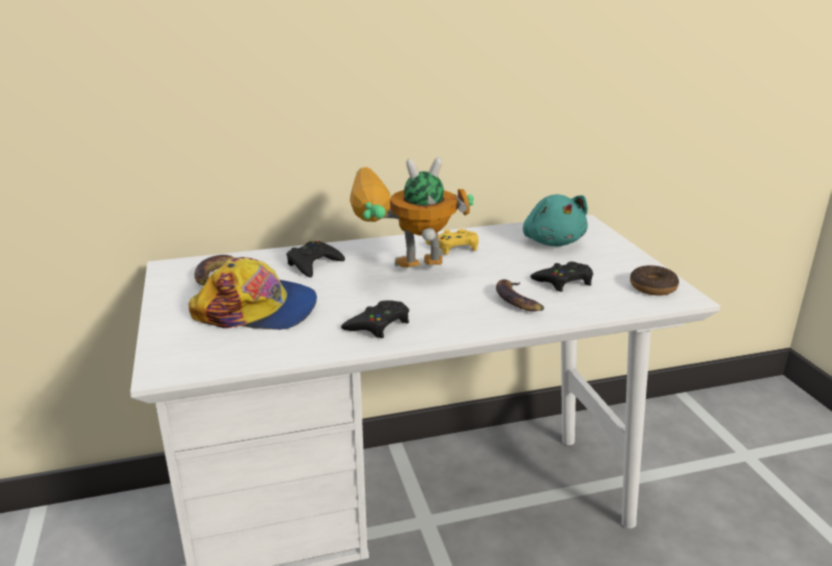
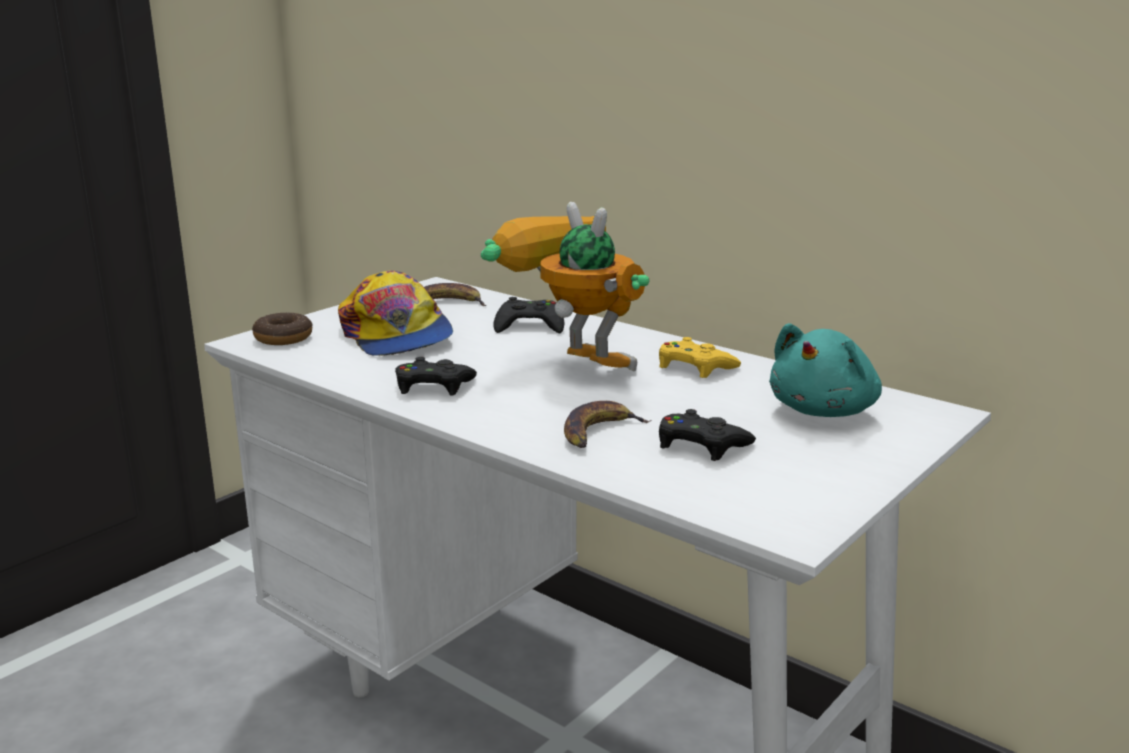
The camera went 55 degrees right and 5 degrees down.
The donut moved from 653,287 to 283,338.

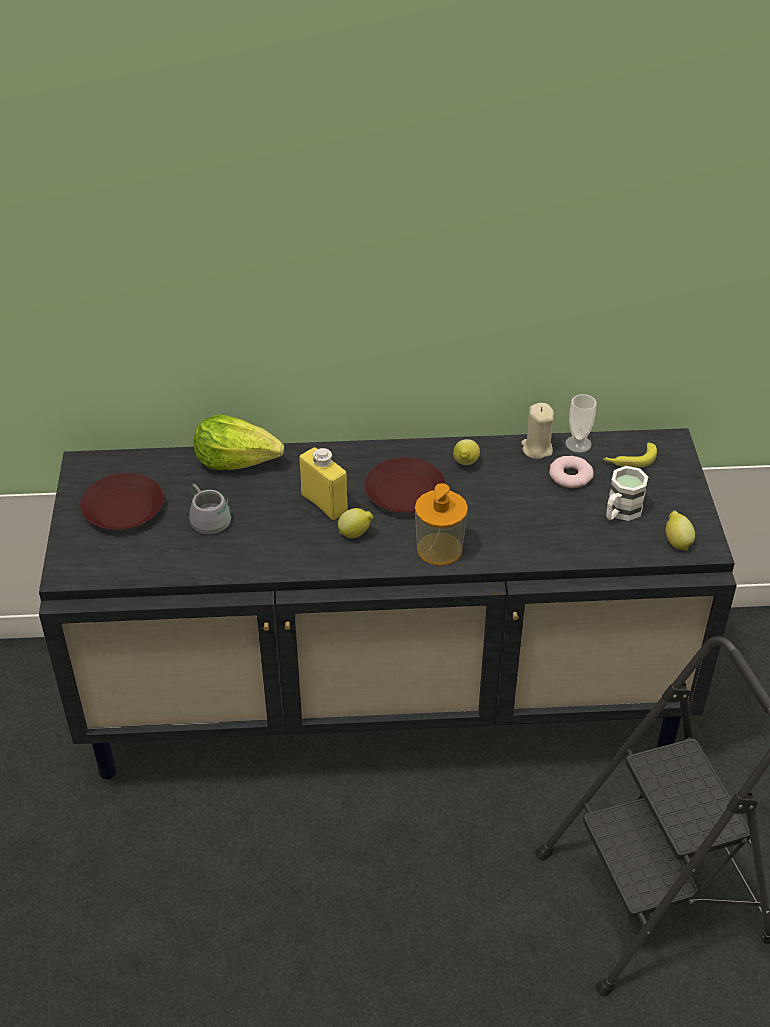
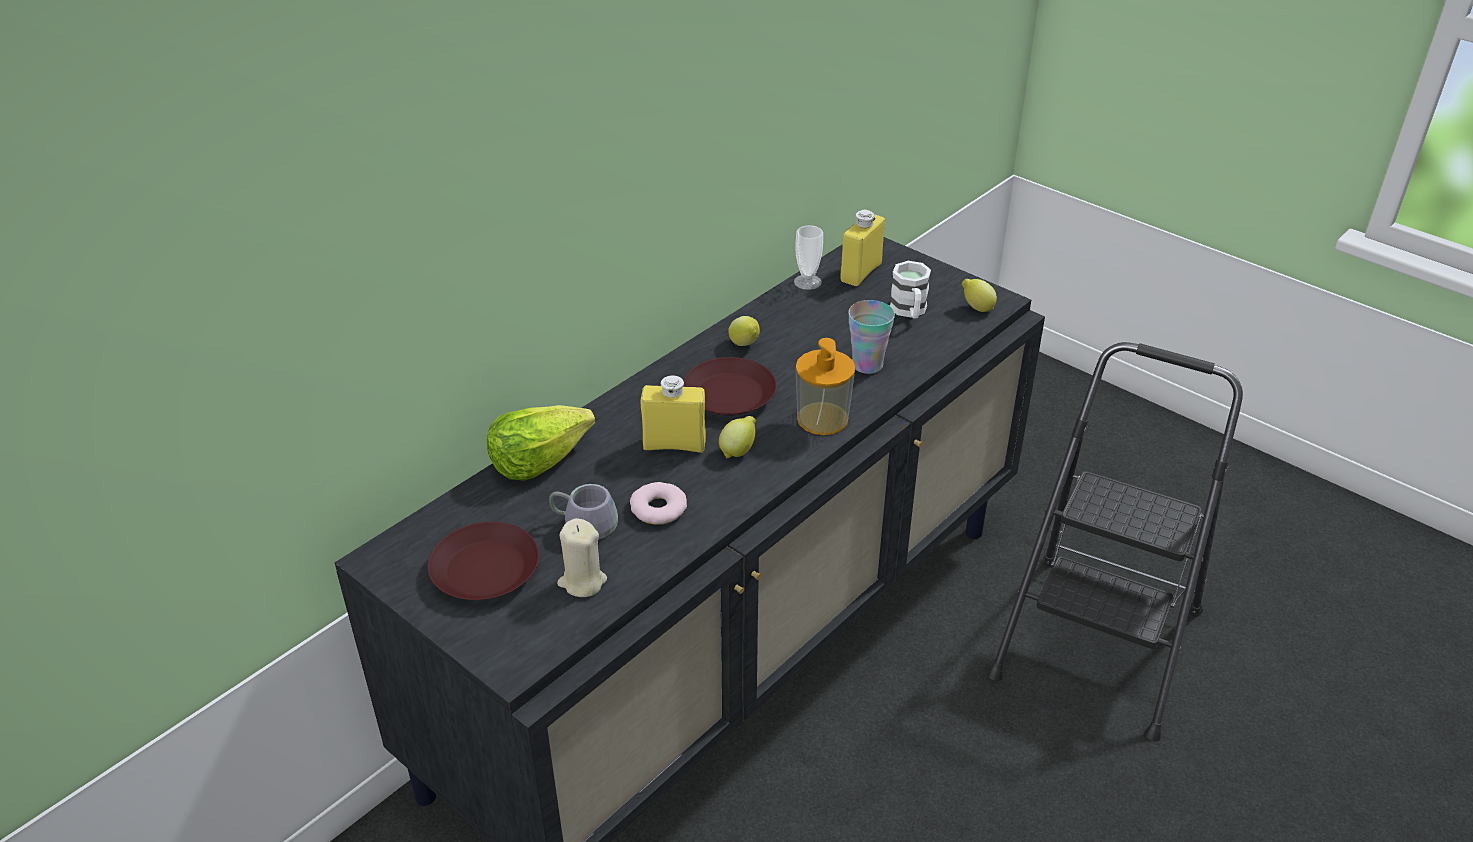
The camera went 45 degrees left and 5 degrees down.
The świeca [beżowy] moved from 536,449 to 582,581.
The donut moved from 570,476 to 658,508.
The banan at 629,460 was replaced by the butelka [żółty] at 861,272.
The filiżanka at 867,365 appeared.

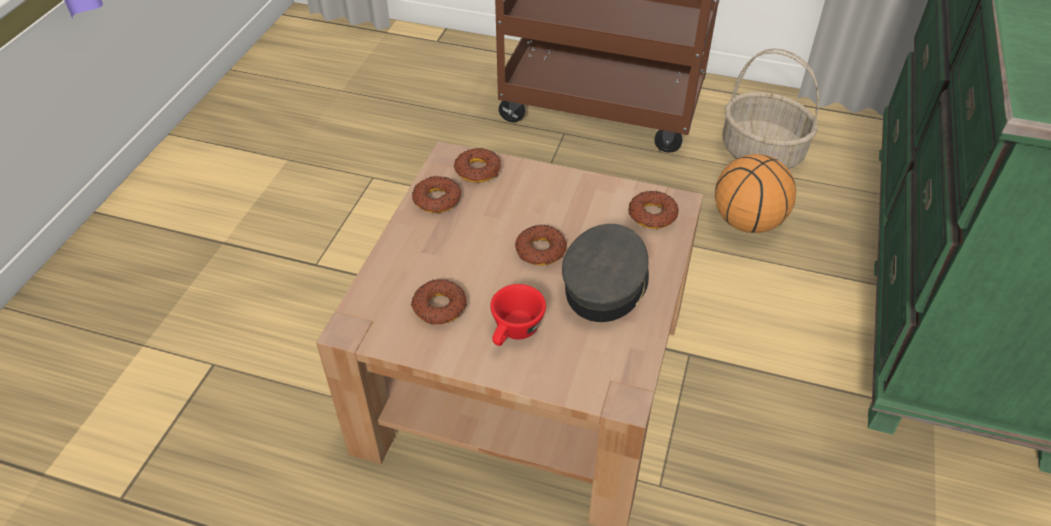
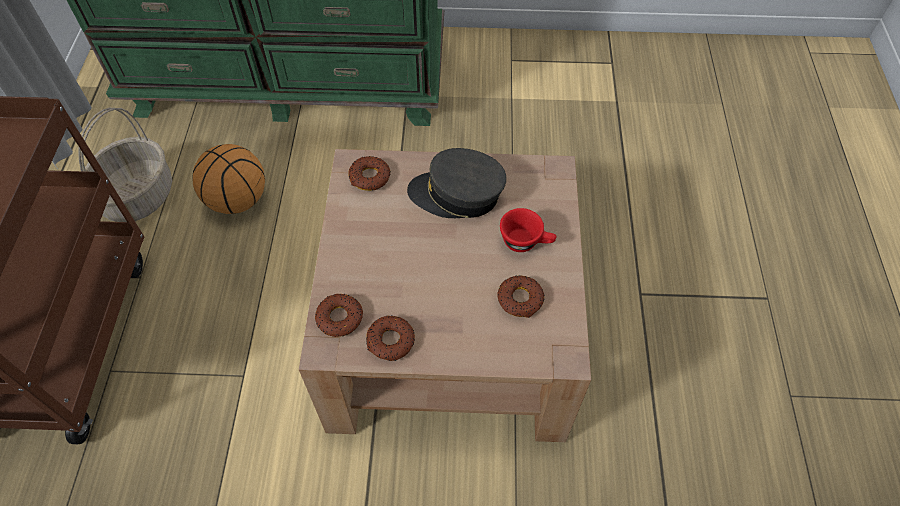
The camera went 105 degrees left and 10 degrees up.
The donut at 540,250 disappeared.

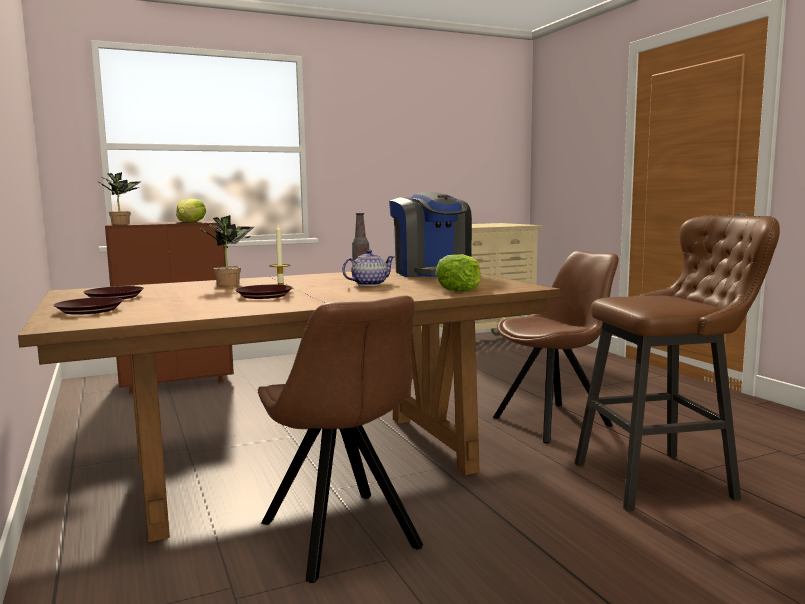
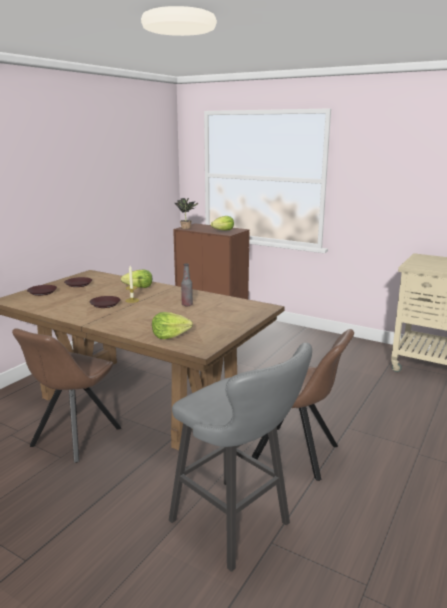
The camera went 55 degrees right and 10 degrees up.
The roślina doniczkowa at 229,283 was replaced by the sałata at 139,287.
The imbryk at 369,284 disappeared.
The ekspres do kawy at 432,273 disappeared.
The stołek [brązowy] at 669,479 became the stołek [szary] at 239,529.

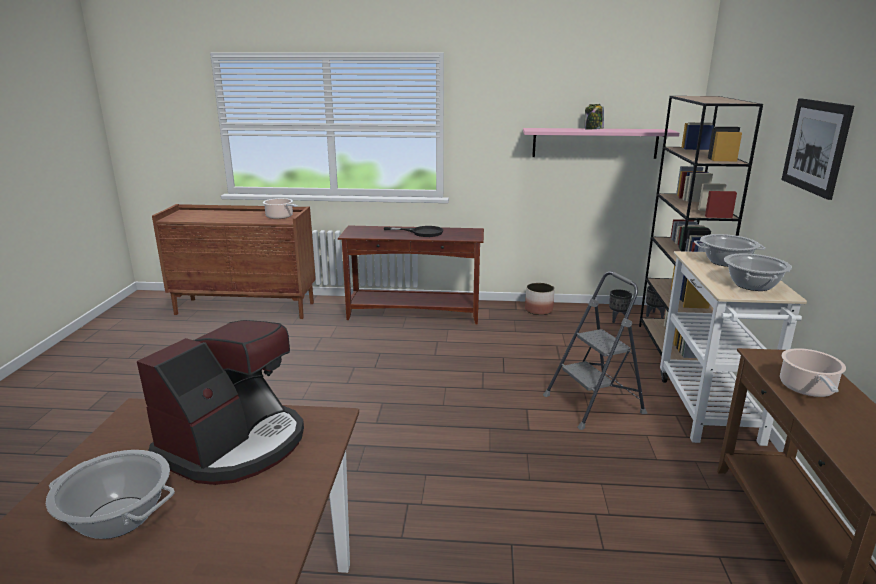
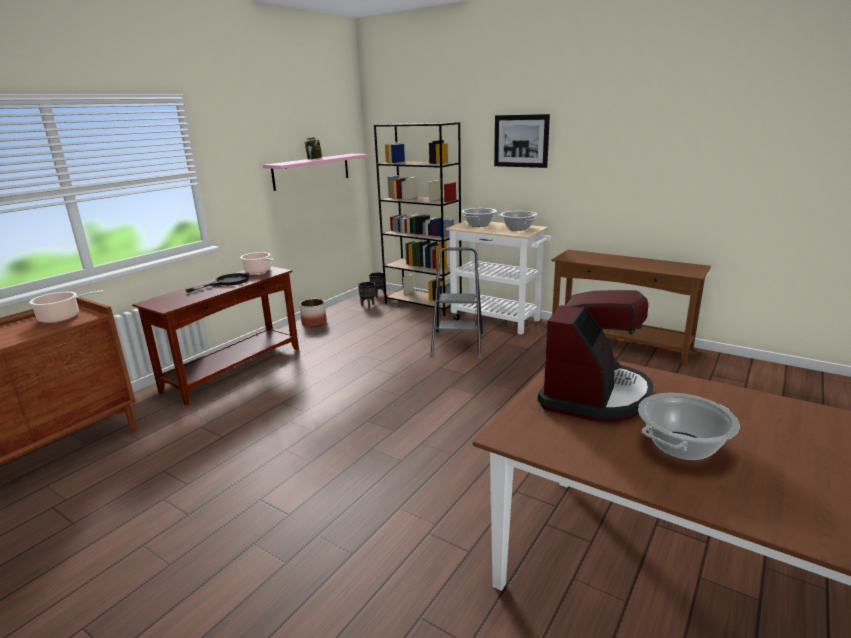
The camera went 60 degrees left and 0 degrees up.
The ekspres do kawy at 235,445 turned 60 degrees clockwise.
The garnek moved from 807,389 to 258,271.

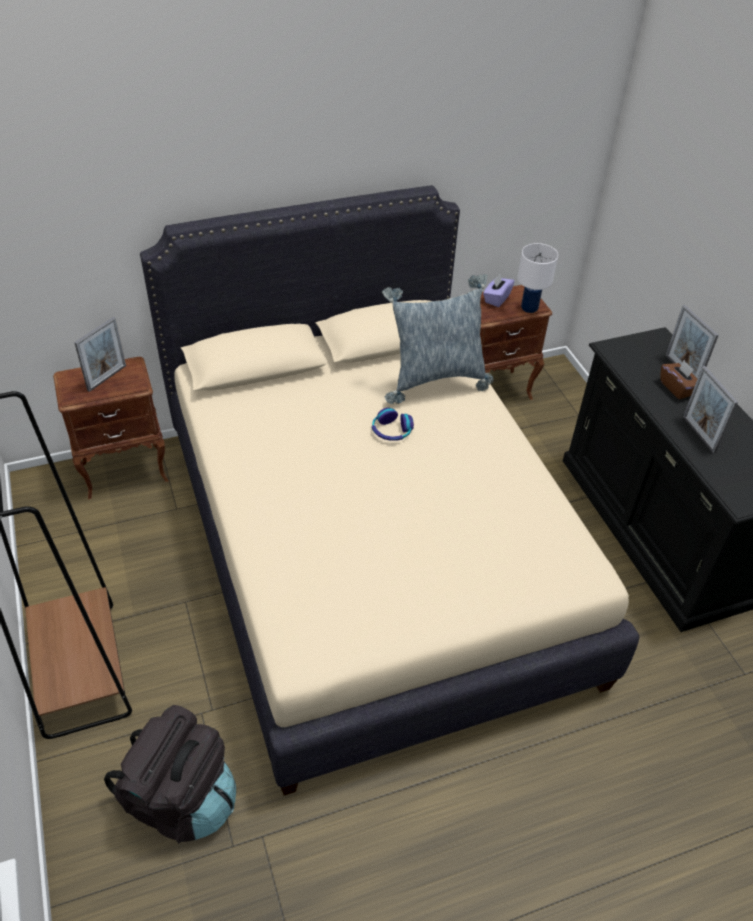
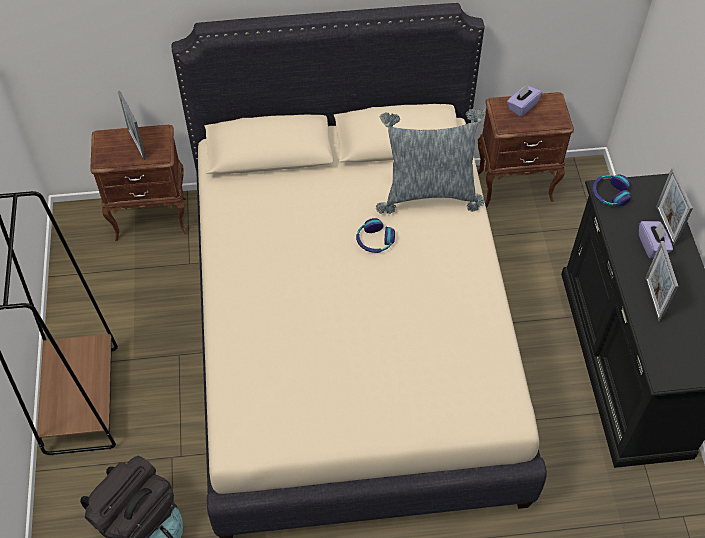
The camera went 15 degrees right and 10 degrees up.
The ramka na zdjęcie at 107,378 turned 105 degrees clockwise.
The lampa stołowa [biały] at 528,308 disappeared.
The pudełko chusteczek [brązowy] at 677,388 became the pudełko chusteczek [fioletowy] at 652,245.
The słuchawki at 610,194 appeared.

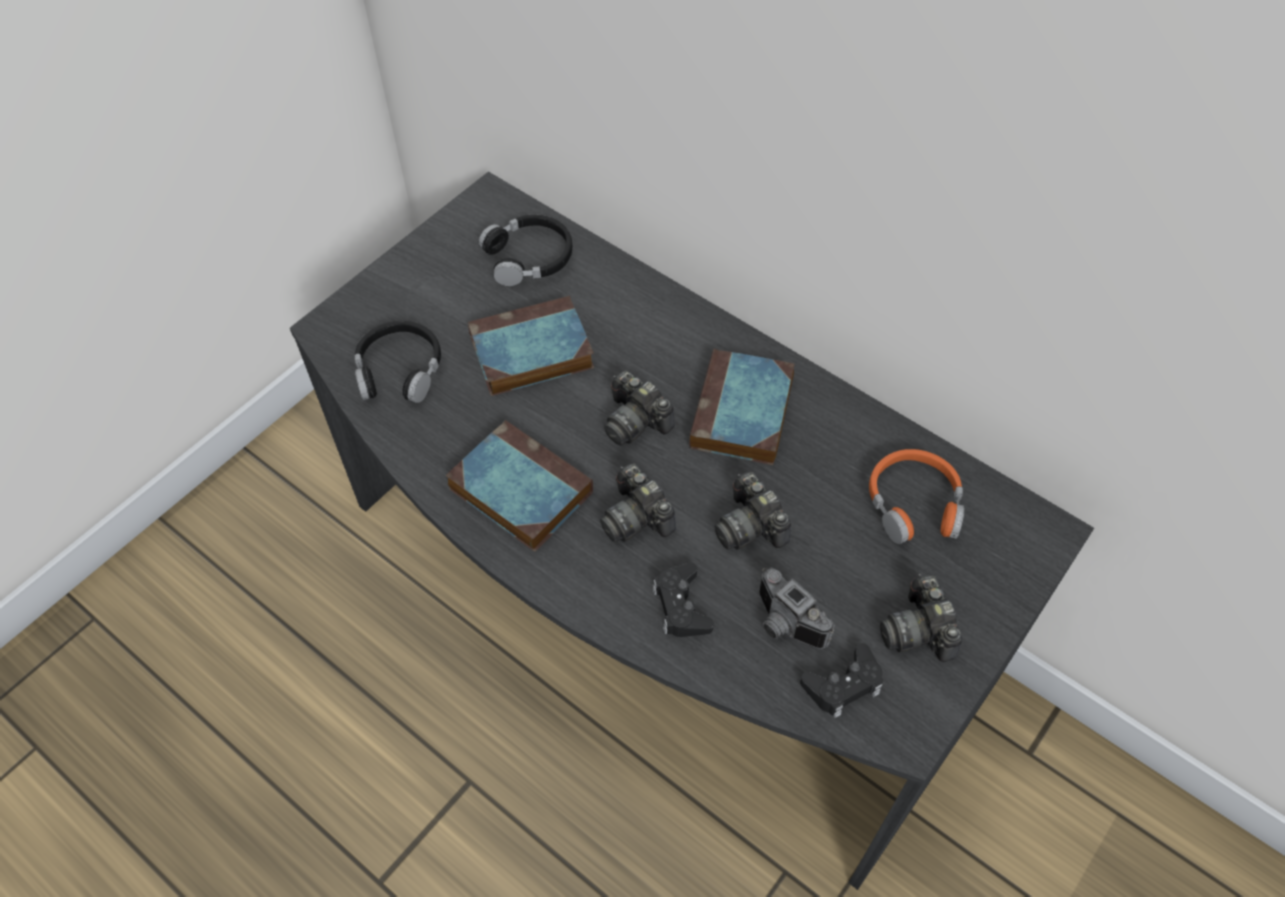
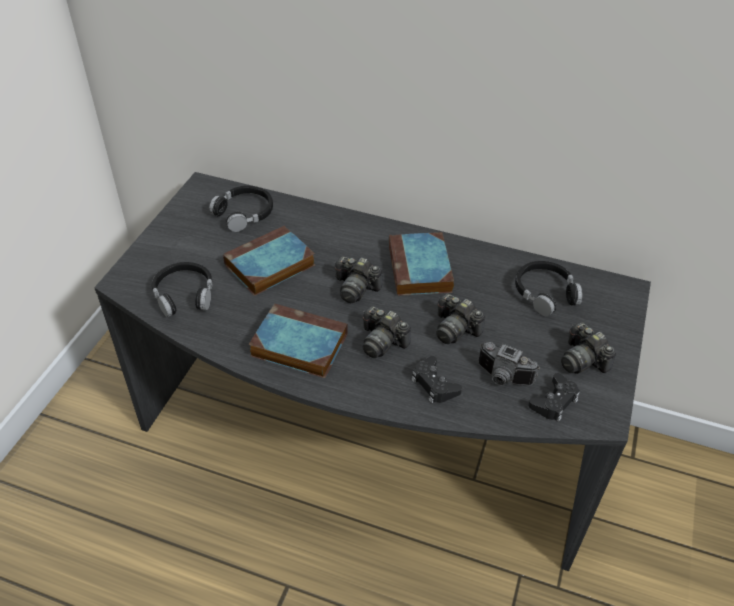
The camera went 20 degrees left and 10 degrees down.
The słuchawki [pomarańczowy] at 913,503 became the słuchawki [czarny] at 545,293.

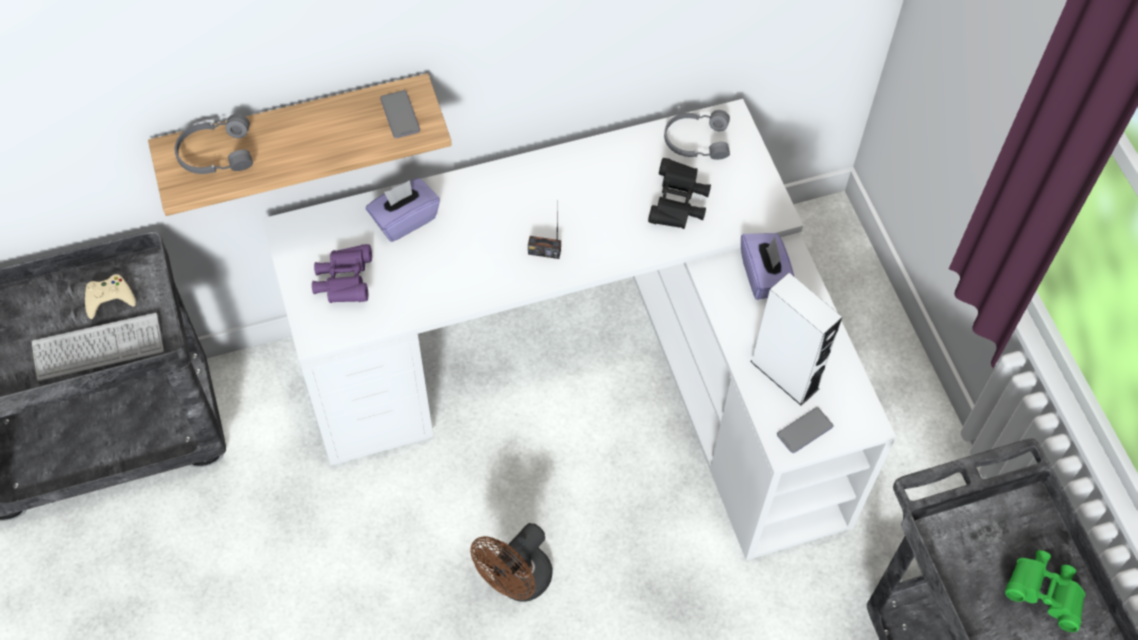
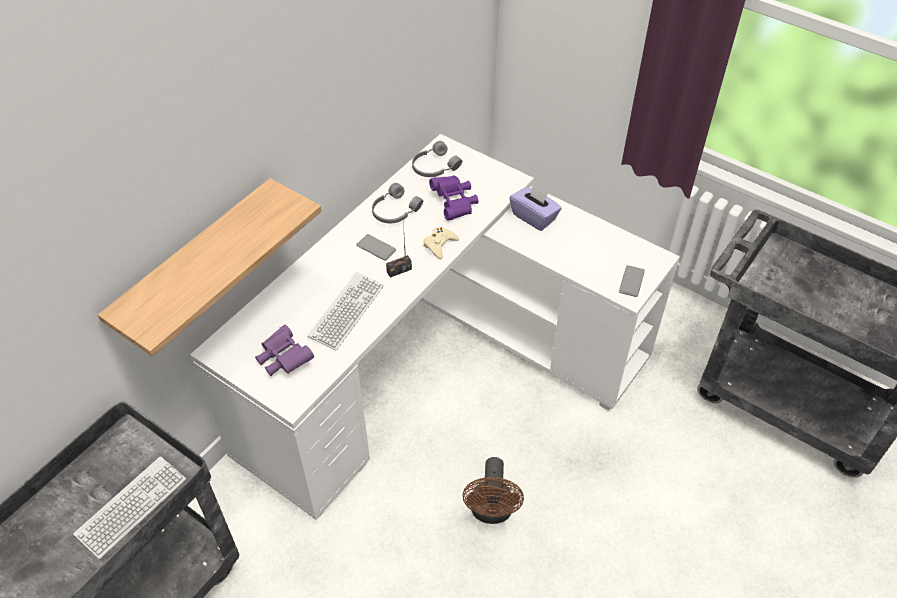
The camera went 35 degrees left and 10 degrees down.
The pad do gier [beżowy] moved from 109,298 to 439,245.
The słuchawki [szary] moved from 215,153 to 394,211.
The pudełko chusteczek [fioletowy] at 404,219 disappeared.
The telefon moved from 400,115 to 376,248.
The lornetka [czarny] at 678,204 became the lornetka [fioletowy] at 454,203.
The głośnik [biały] at 784,375 disappeared.
The lornetka [zielony] at 1044,594 disappeared.
The klawiatura at 346,311 appeared.

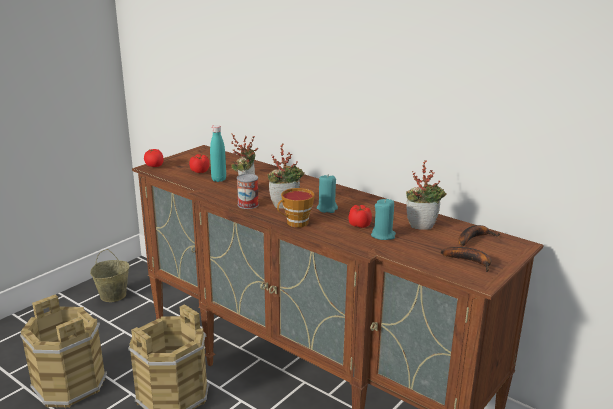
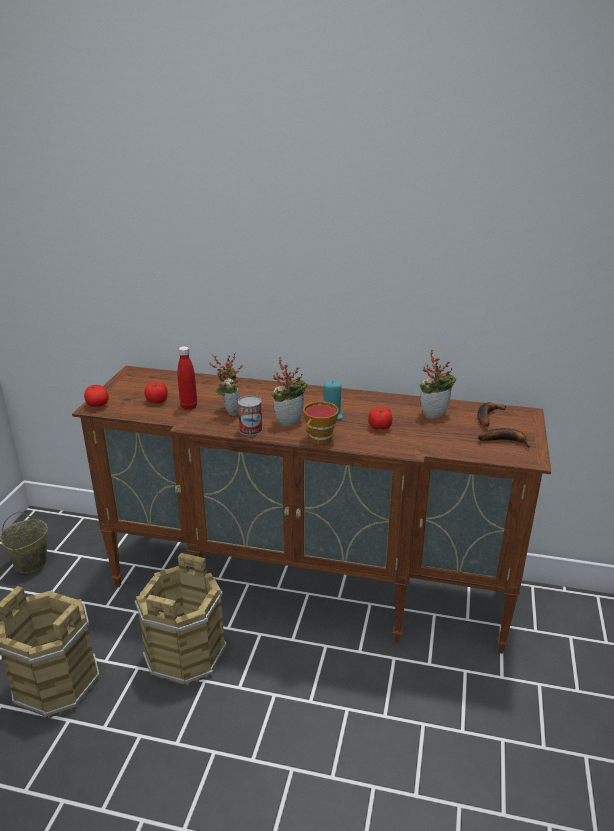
The camera went 25 degrees left and 5 degrees up.
The butelka [turkusowy] at 218,179 became the butelka [czerwony] at 189,406.
The świeca [turkusowy] at 383,235 disappeared.

